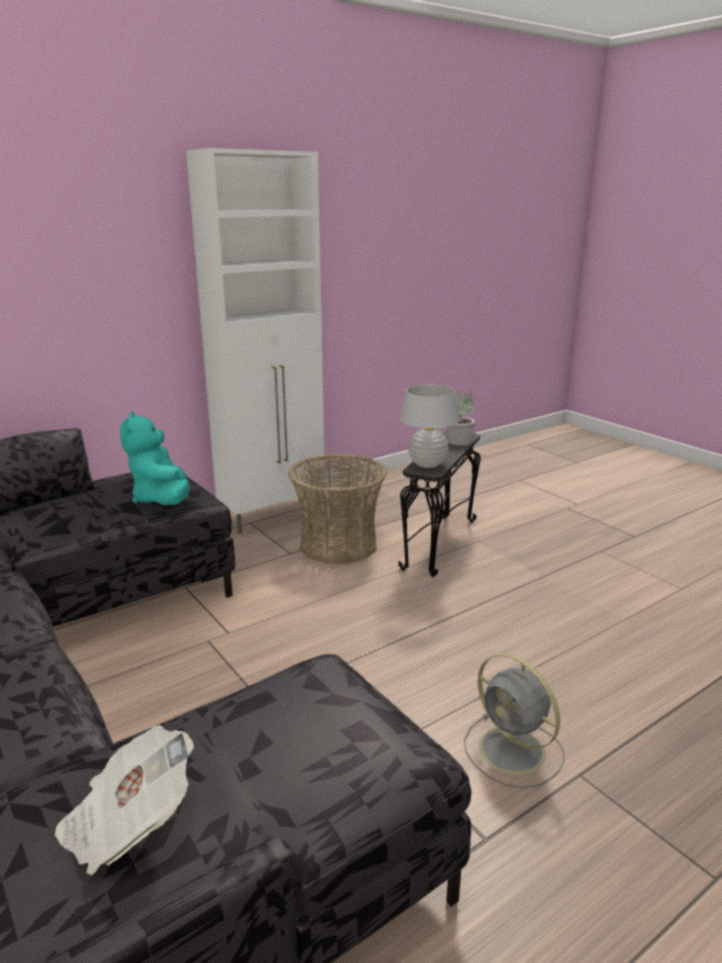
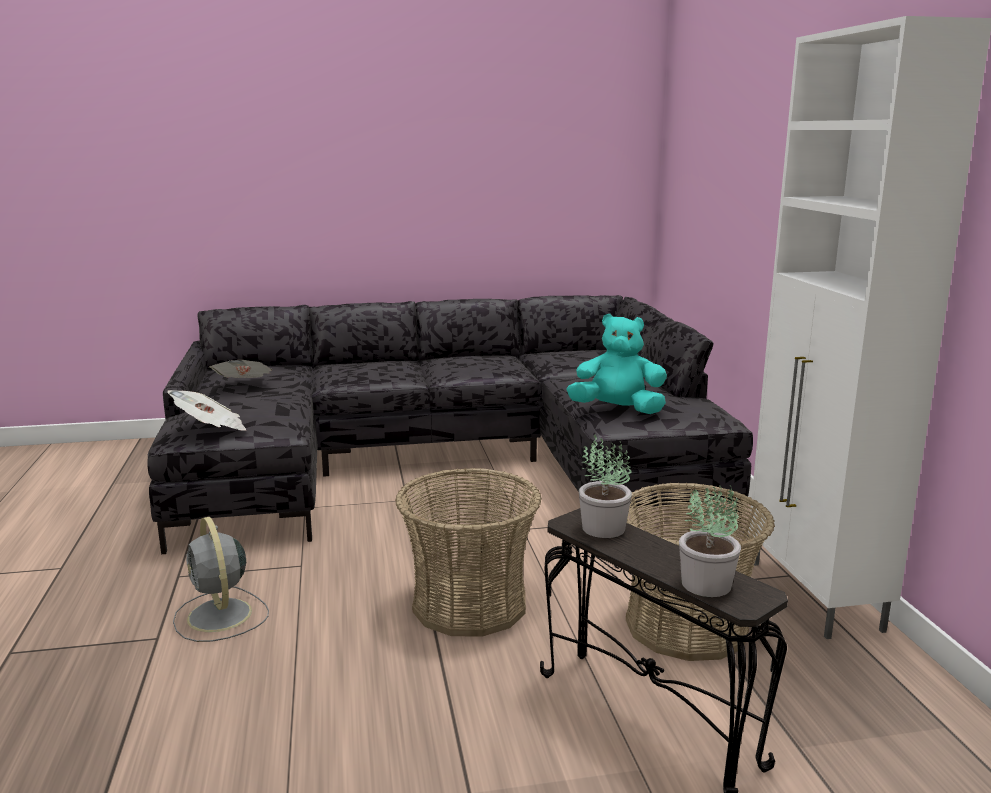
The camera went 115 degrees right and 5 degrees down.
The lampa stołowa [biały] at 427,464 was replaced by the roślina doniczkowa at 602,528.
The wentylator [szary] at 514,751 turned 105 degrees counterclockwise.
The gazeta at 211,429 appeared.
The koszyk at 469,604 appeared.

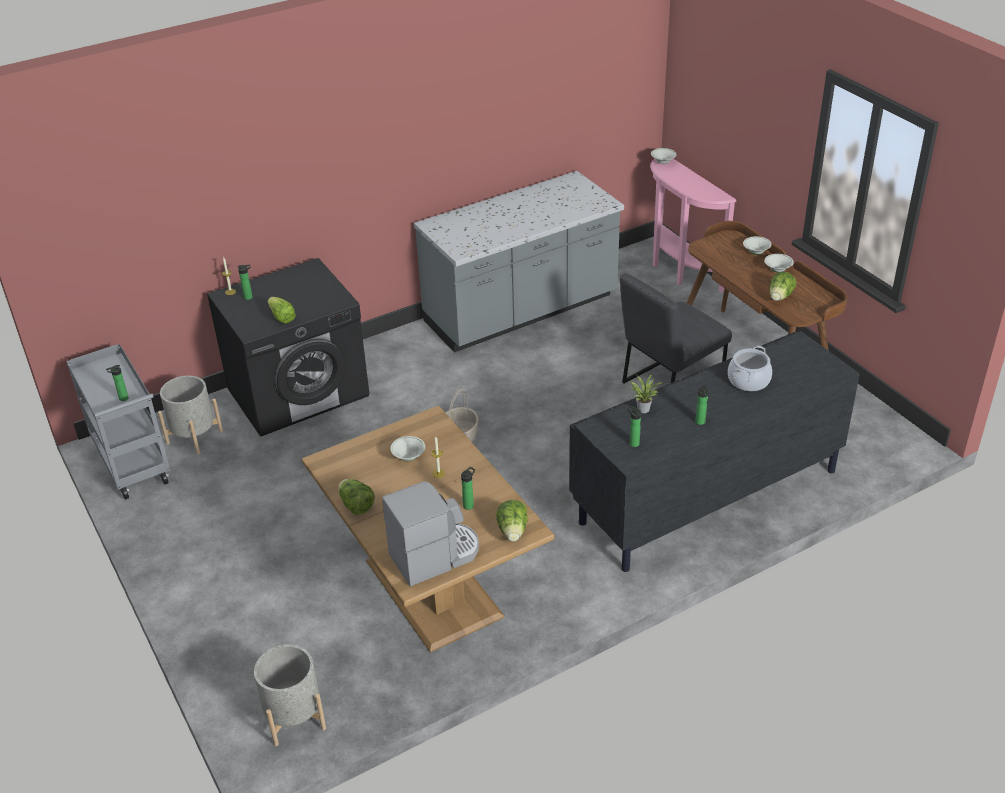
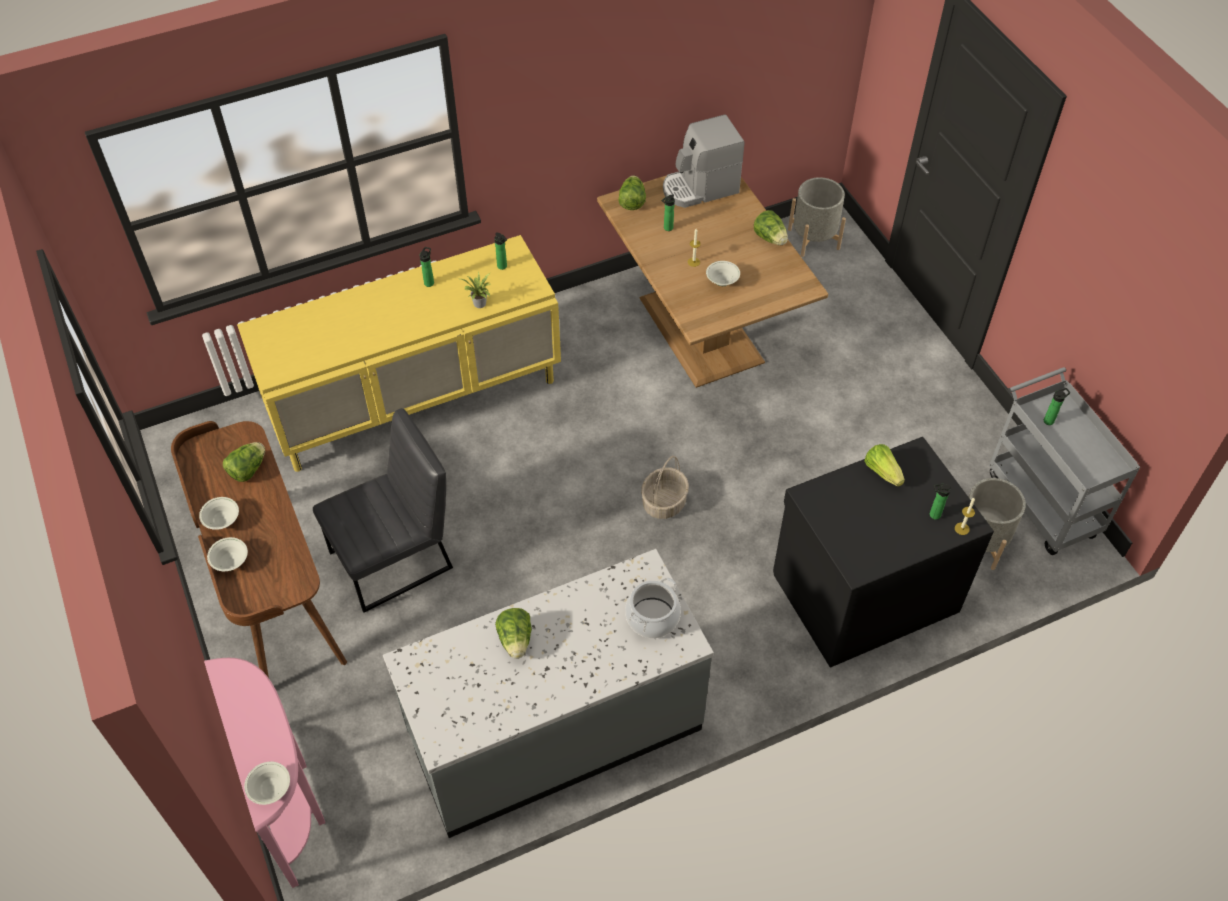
The camera went 175 degrees left and 15 degrees up.
The szafka [czarny] at 706,494 became the szafka [żółty] at 416,399.
The garnek moved from 748,381 to 652,618.
The sałata at 516,640 appeared.

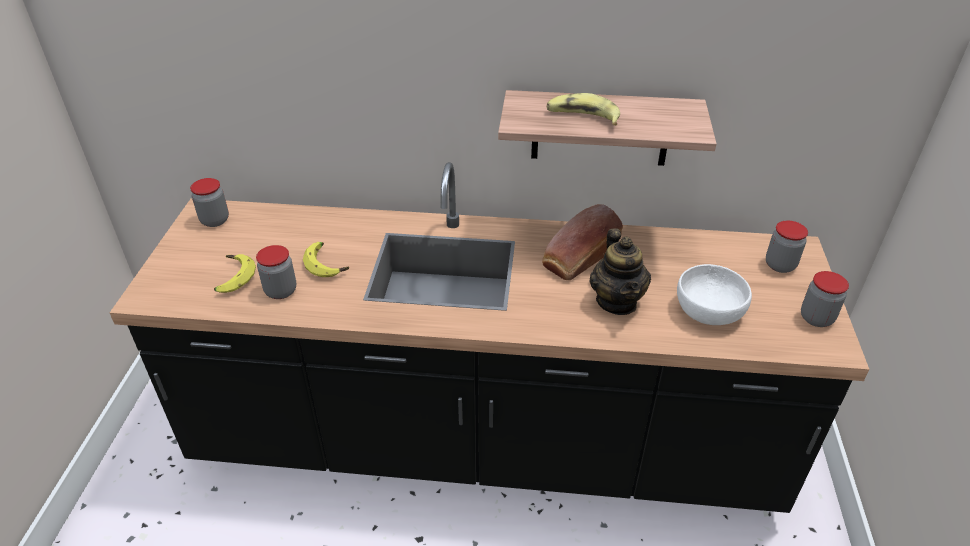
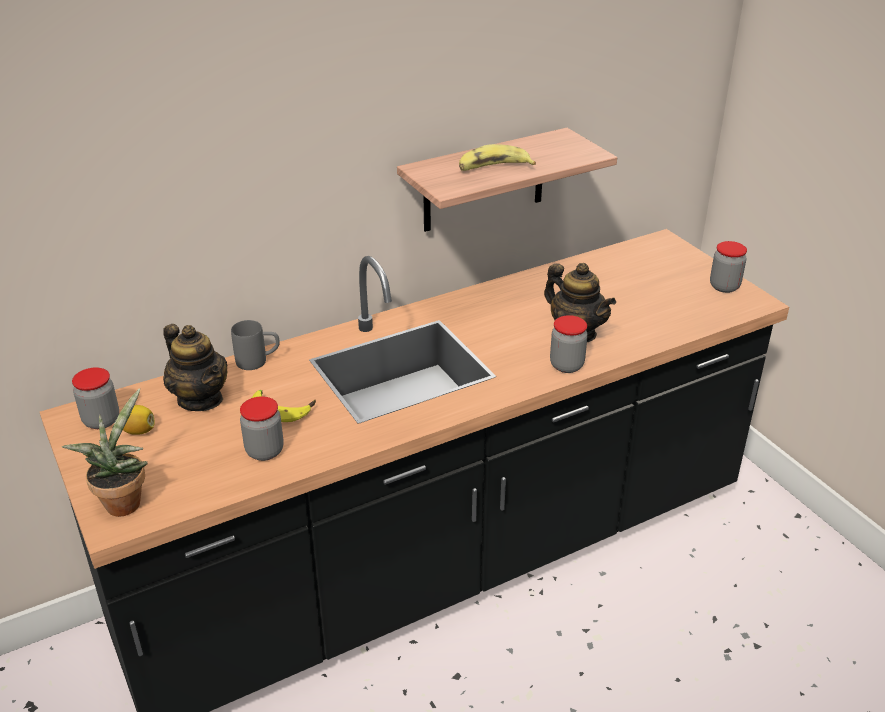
The camera went 35 degrees left and 5 degrees down.
The banan at 232,278 disappeared.
The chleb at 578,258 disappeared.
The miska [biały] at 707,311 disappeared.
The słoik moved from 780,265 to 566,365.
The roślina doniczkowa at 123,501 appeared.
The cytryna at 139,431 appeared.
The imbryk at 200,399 appeared.
The kubek [szary] at 258,361 appeared.

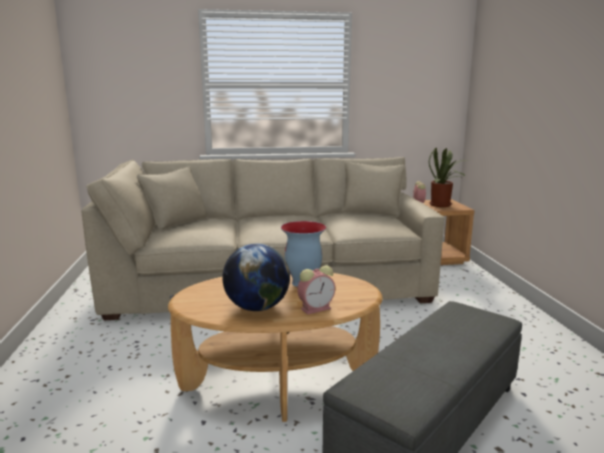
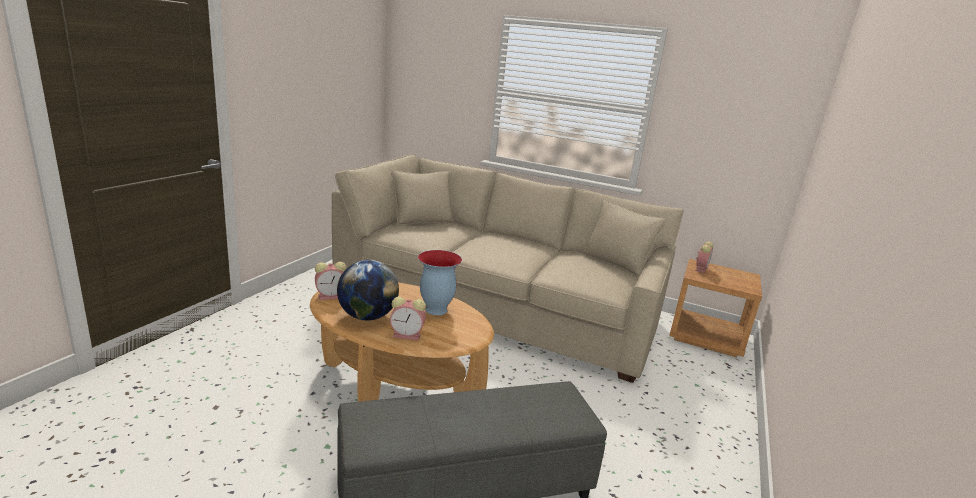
The camera went 30 degrees right and 5 degrees up.
The roślina doniczkowa at 442,205 disappeared.
The budzik at 331,296 appeared.

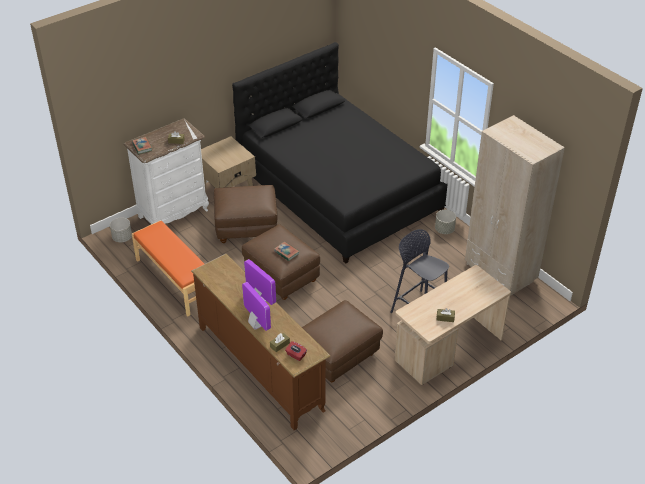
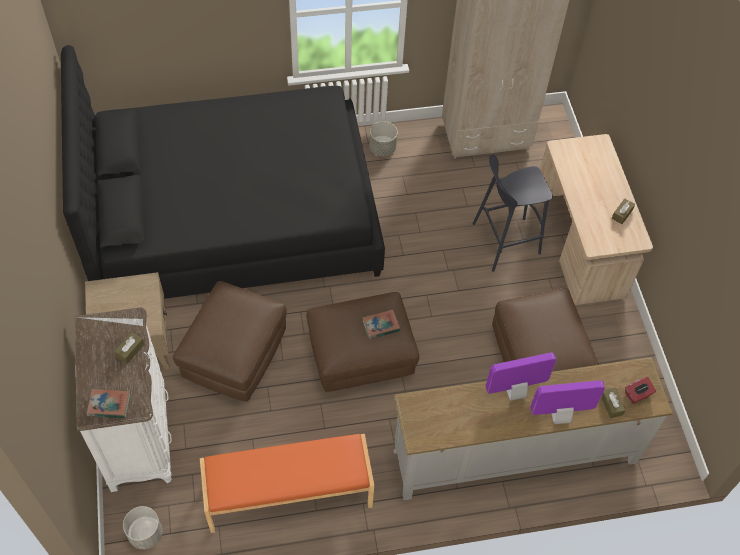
The camera went 65 degrees left and 15 degrees up.
The szafka [brązowy] at 261,367 became the szafka [szary] at 514,455.

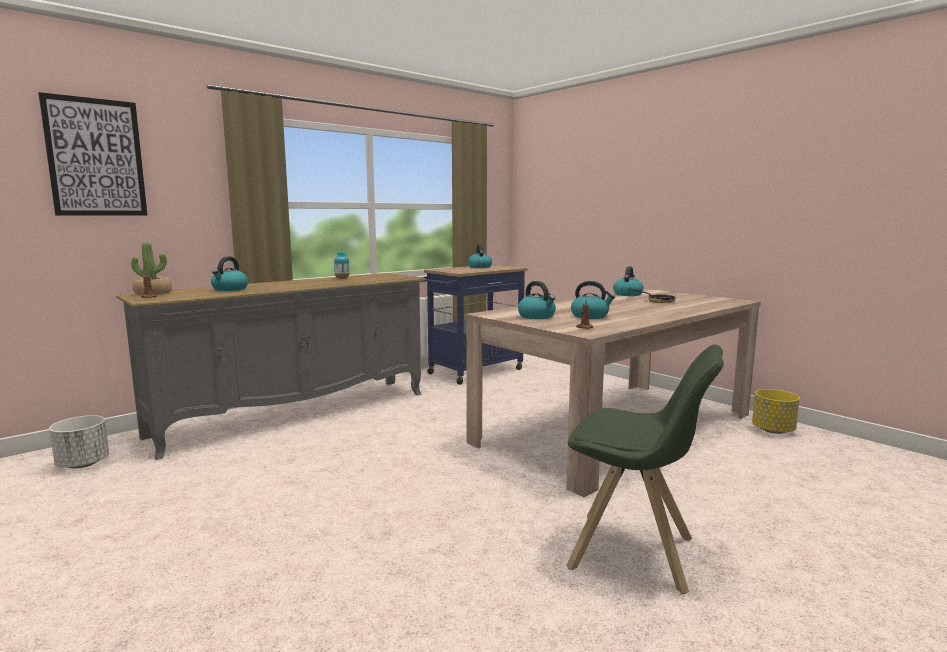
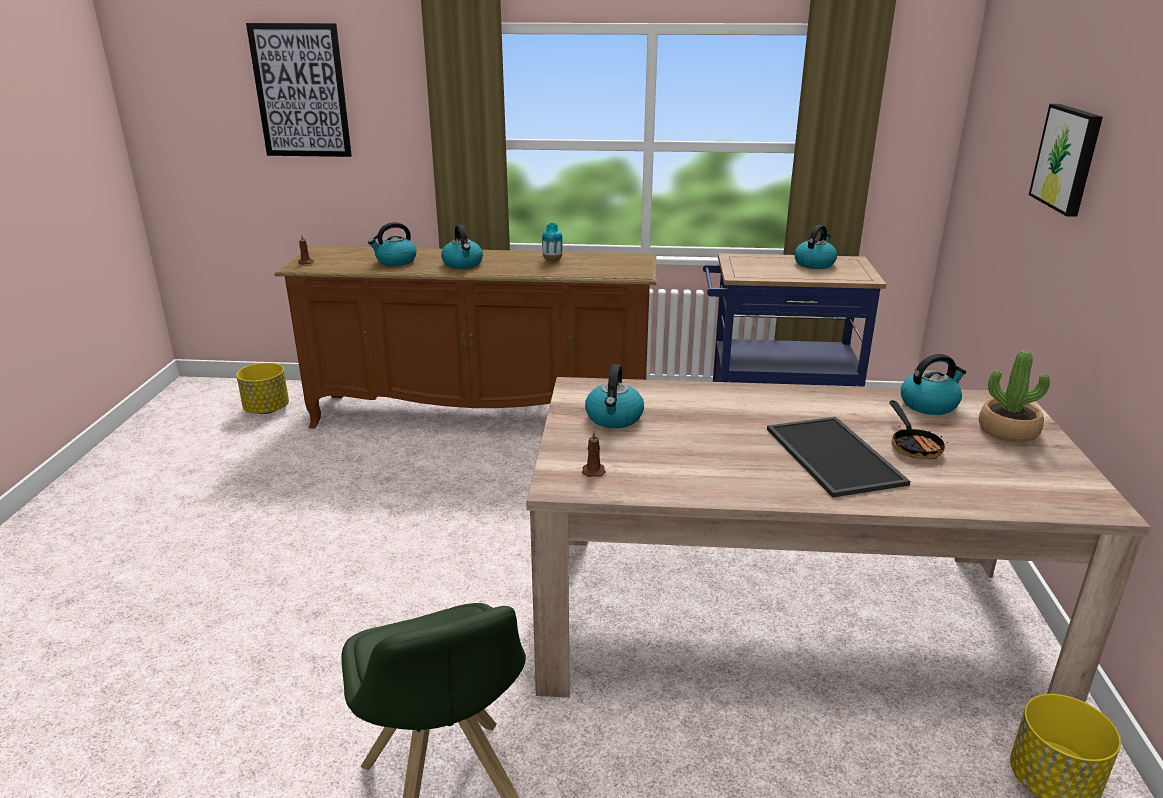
The camera went 45 degrees right and 15 degrees up.
The donica [biały] at 83,464 became the donica [żółty] at 267,409.
The szafka [szary] at 297,414 became the szafka [brązowy] at 480,417.
The roślina doniczkowa moved from 153,293 to 1008,431.
The czajnik moved from 590,316 to 463,264.
The taca at 836,456 appeared.
The obraz at 1068,158 appeared.

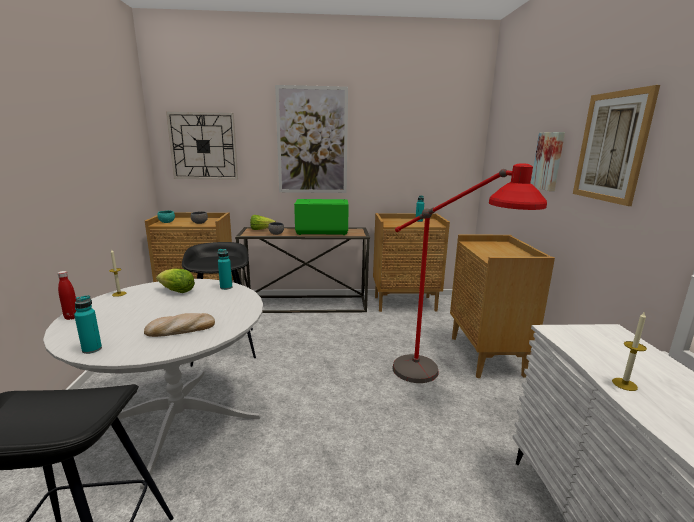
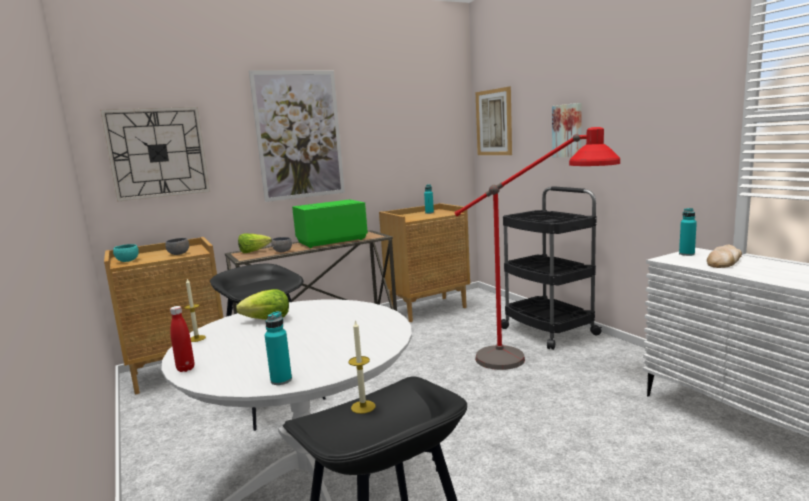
The camera went 25 degrees left and 5 degrees down.
The chleb moved from 180,329 to 724,261.
The butelka [turkusowy] moved from 226,287 to 686,254.
The szafka [brązowy] at 486,356 was replaced by the wózek [czarny] at 547,331.
The obraz moved from 611,147 to 494,122.
The świeca moved from 624,384 to 363,407.

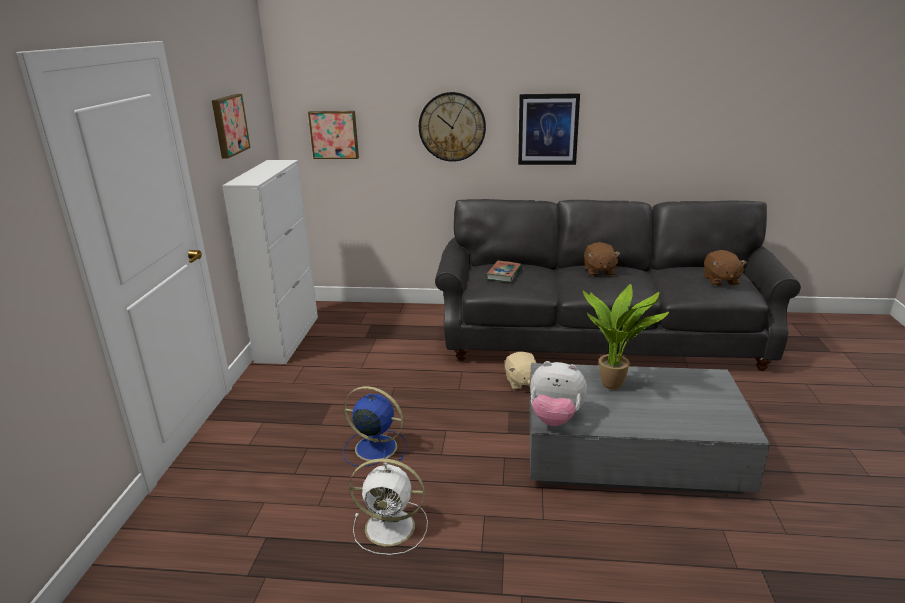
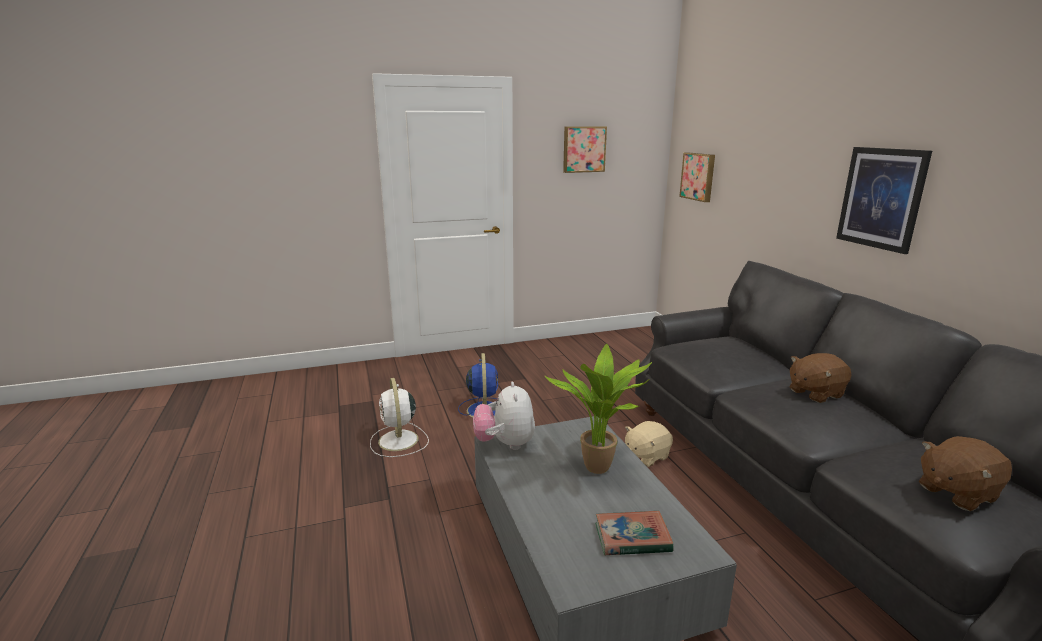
The camera went 65 degrees right and 5 degrees down.
The szafka [biały] at 288,338 disappeared.
The zegar ścienny at 452,127 disappeared.
The książka moved from 504,274 to 632,537.

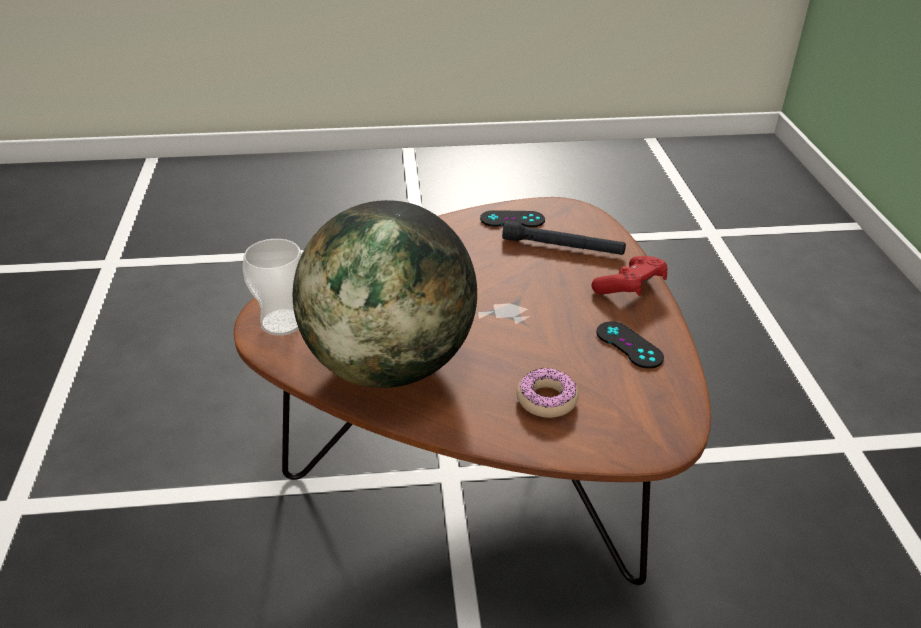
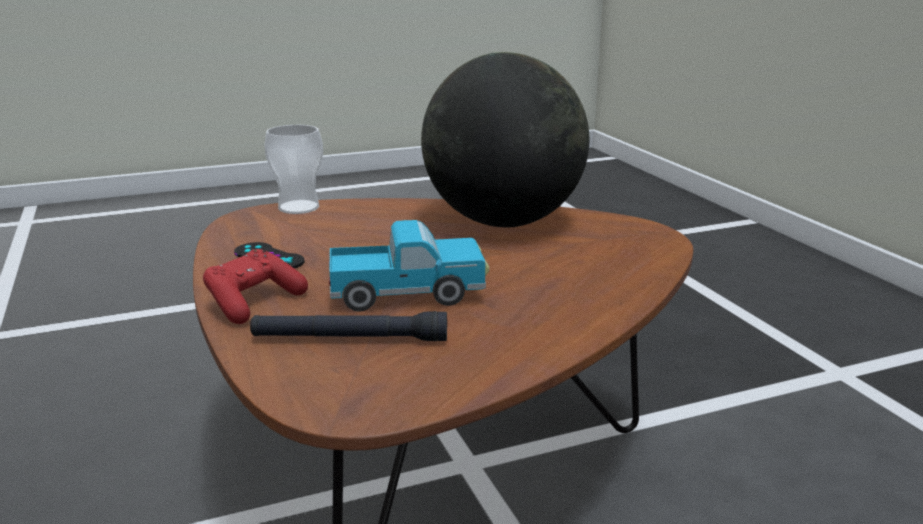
The camera went 165 degrees right and 15 degrees down.
The filiżanka moved from 282,322 to 298,207.
The pad do gier [czarny] at 512,219 disappeared.
The donut at 546,399 disappeared.
The ciężarówka zabawkowa at 408,294 appeared.

